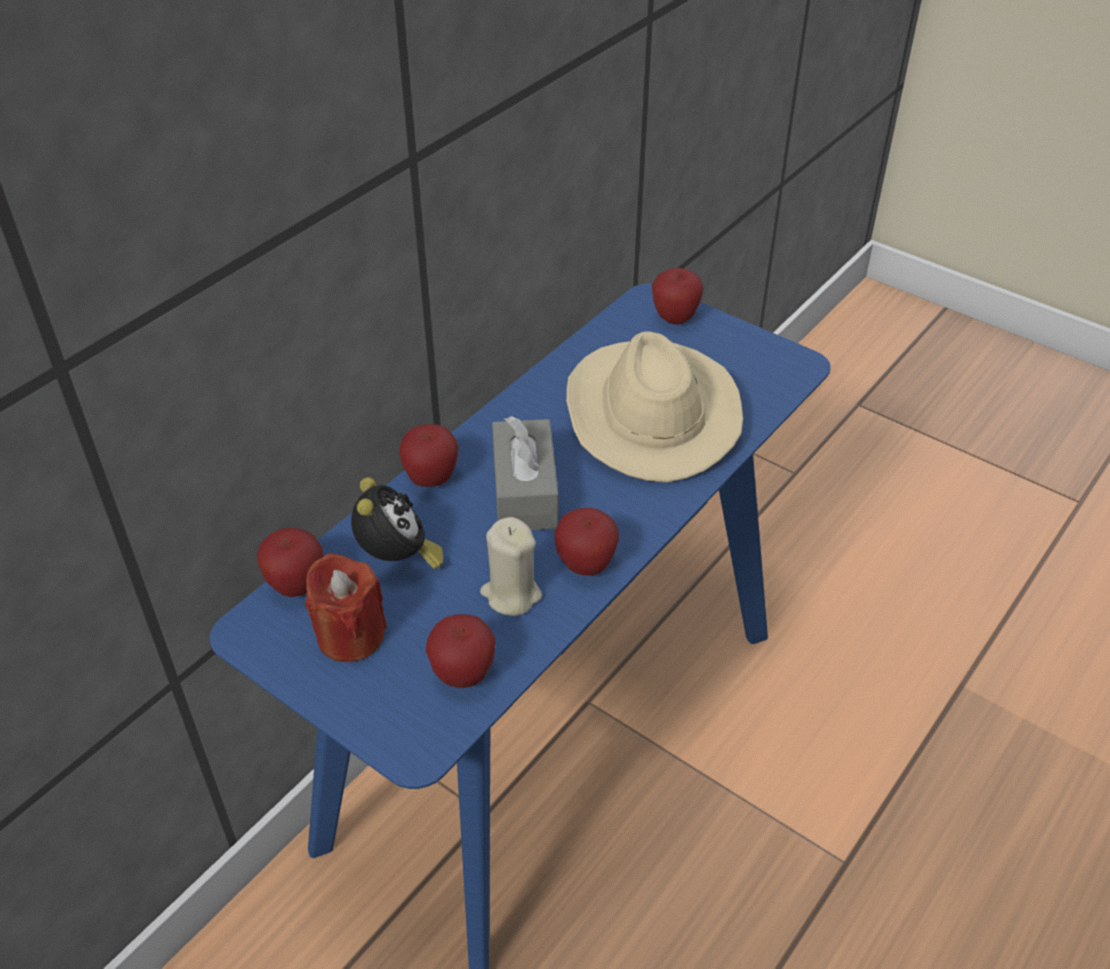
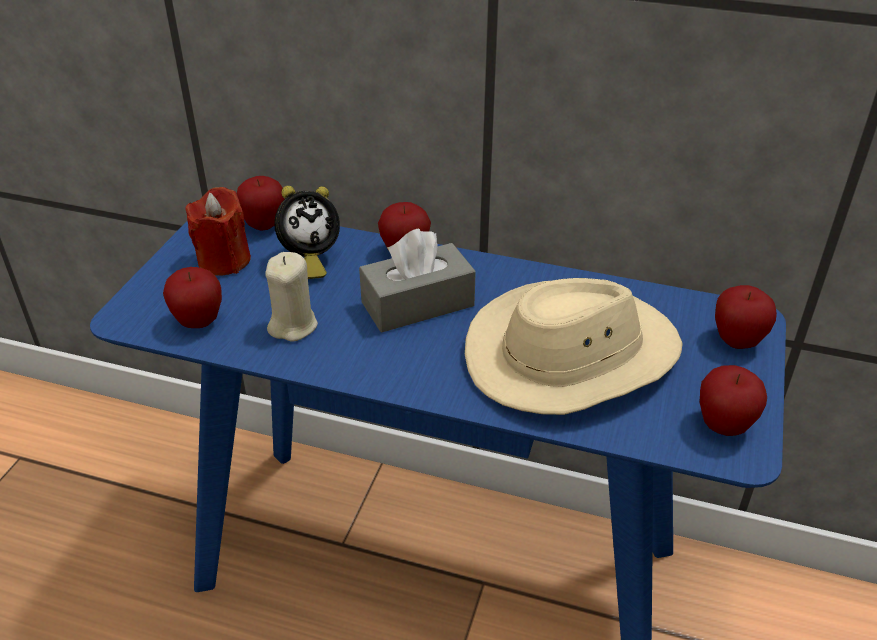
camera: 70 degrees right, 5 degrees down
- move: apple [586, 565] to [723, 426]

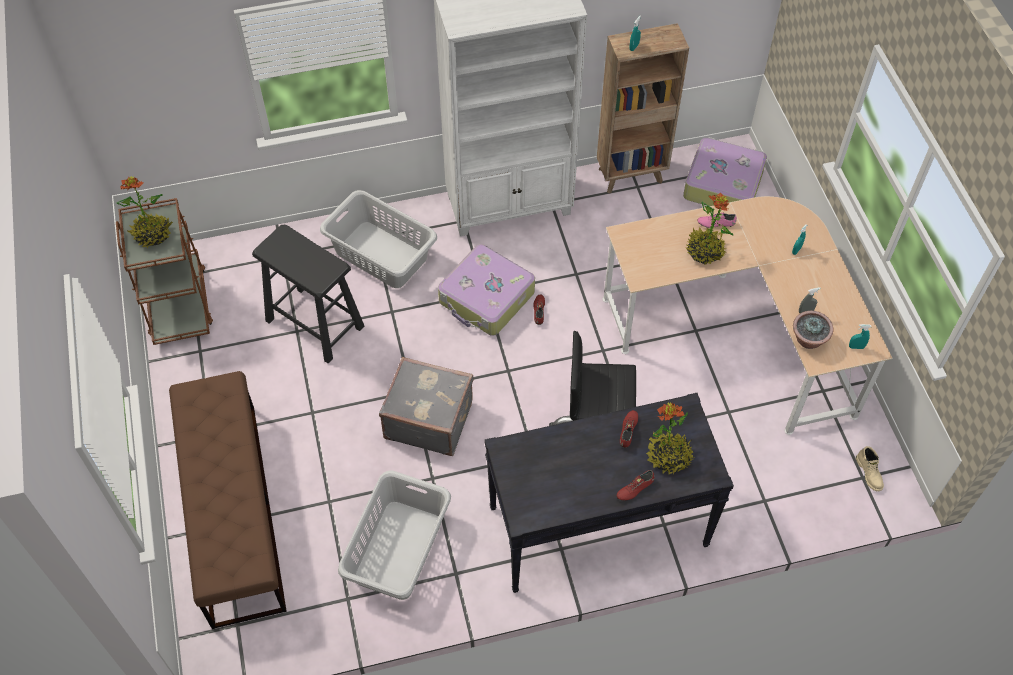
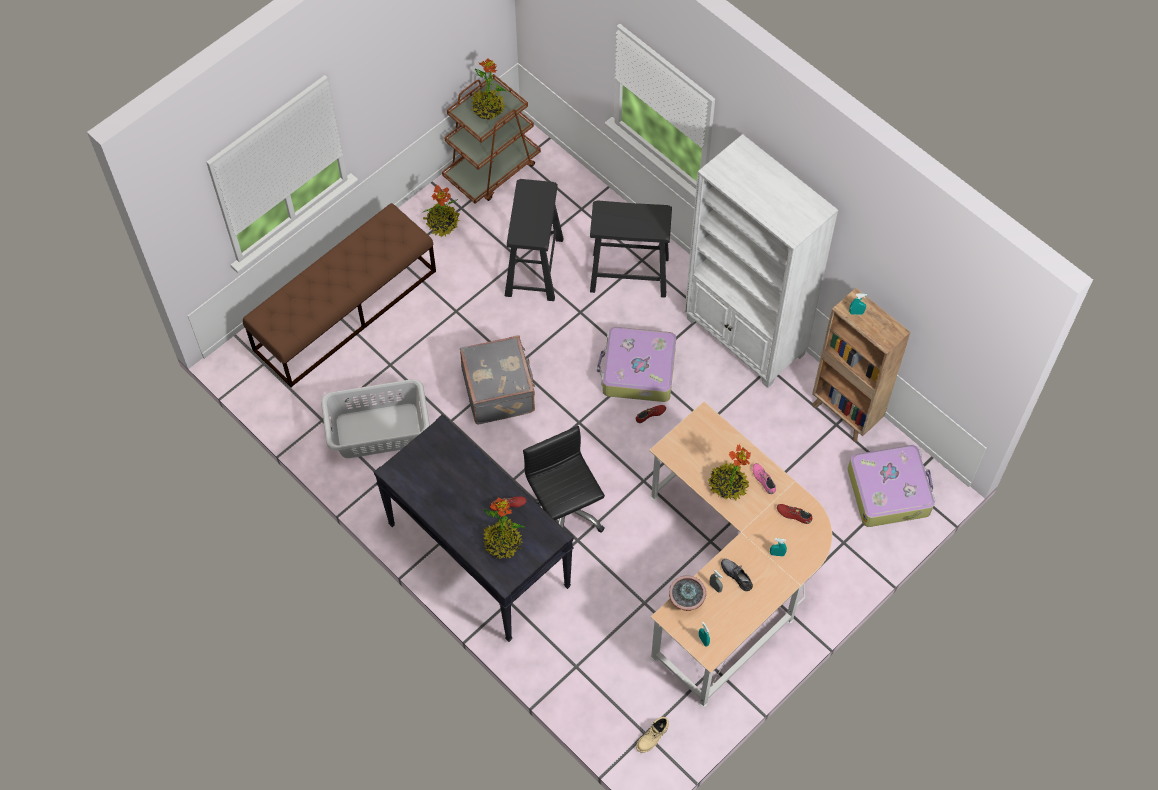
camera: 60 degrees right, 5 degrees up
- insert: potted plant [442, 223]
- replace: grey laundry basket [381, 254] to black stool [630, 274]
- insert: grey shoe [736, 575]
- move: red shoe [635, 489] to [793, 515]

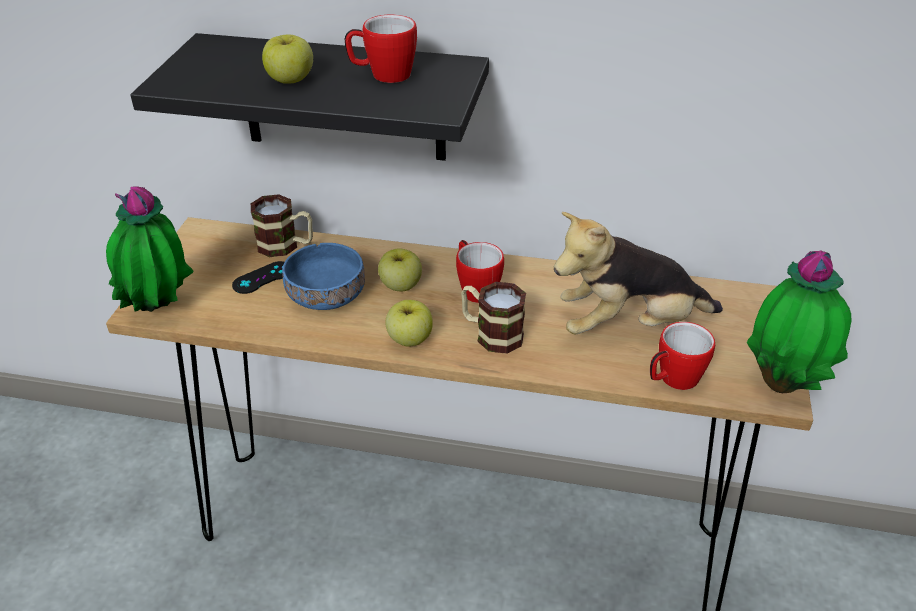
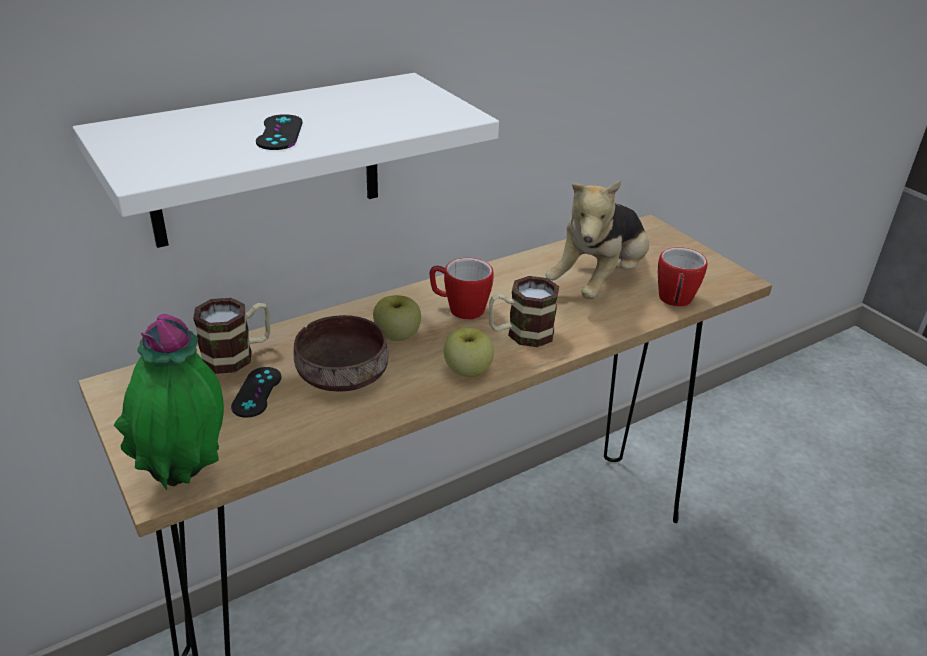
camera: 45 degrees left, 5 degrees down
- recolor: black shelf [343, 98] to white shelf [267, 160]
- replace: apple [291, 80] to black game controller [279, 133]
- recolor: blue bowl [325, 296] to brown bowl [343, 376]
- delete: mug [383, 76]
- delete: potted plant [784, 384]

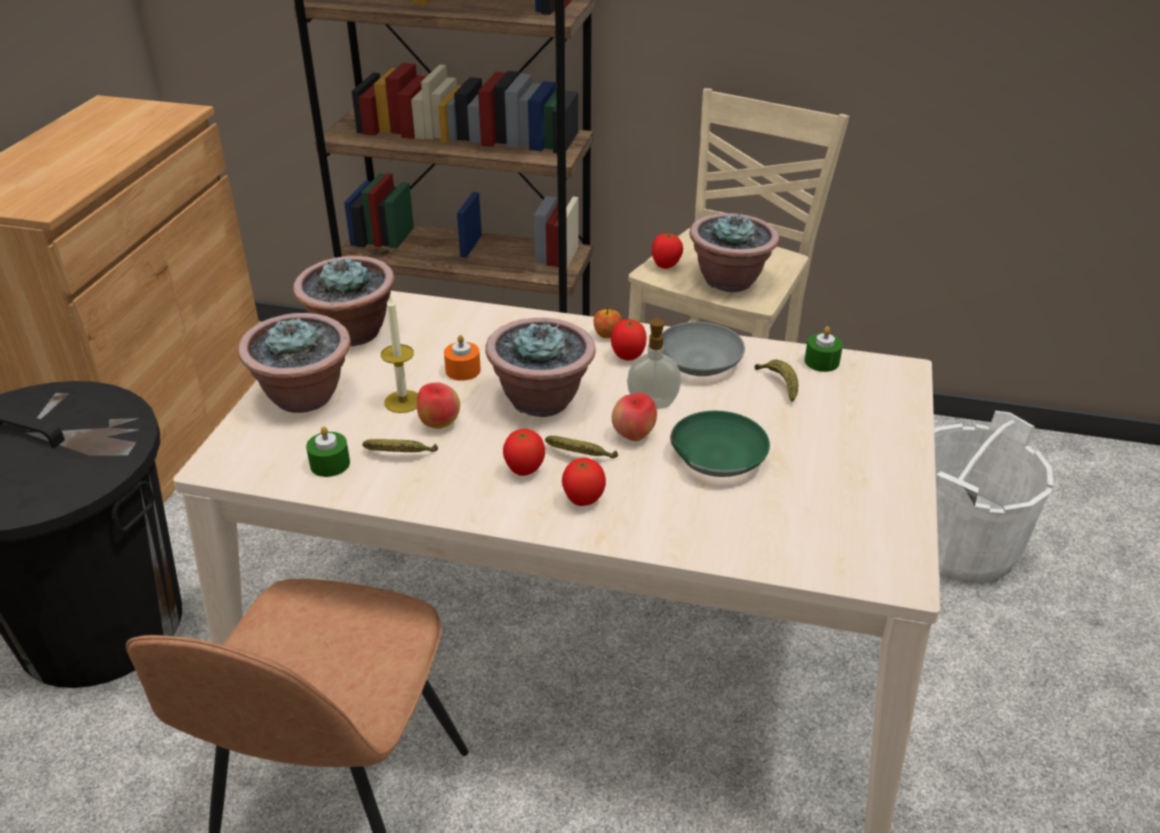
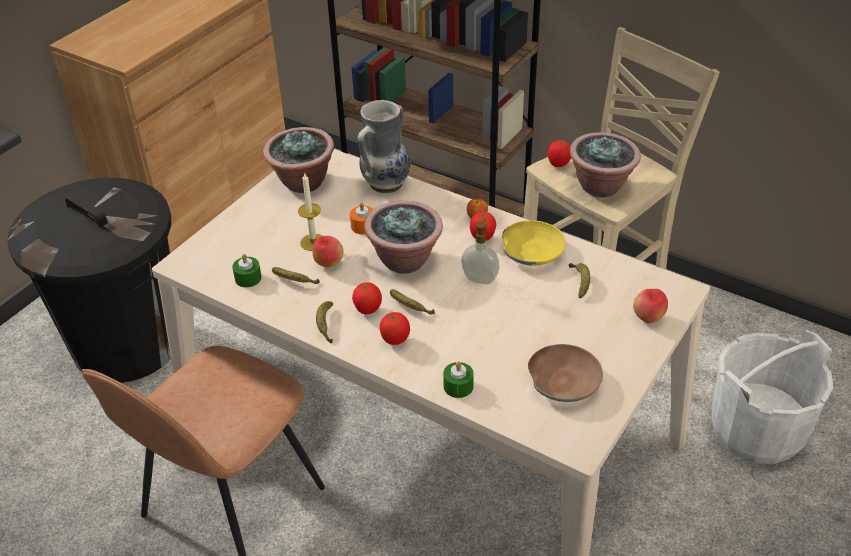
camera: 20 degrees right, 5 degrees up
- insert: banana [326, 325]
- insert: vase [385, 183]
- move: green candle [821, 361] to [458, 386]
- recolor: grey bowl [699, 360] to yellow bowl [532, 251]
- insert: brown bowl [563, 381]
- move: apple [633, 436] to [648, 318]
- delete: potted plant [305, 397]
- delete: green bowl [717, 456]

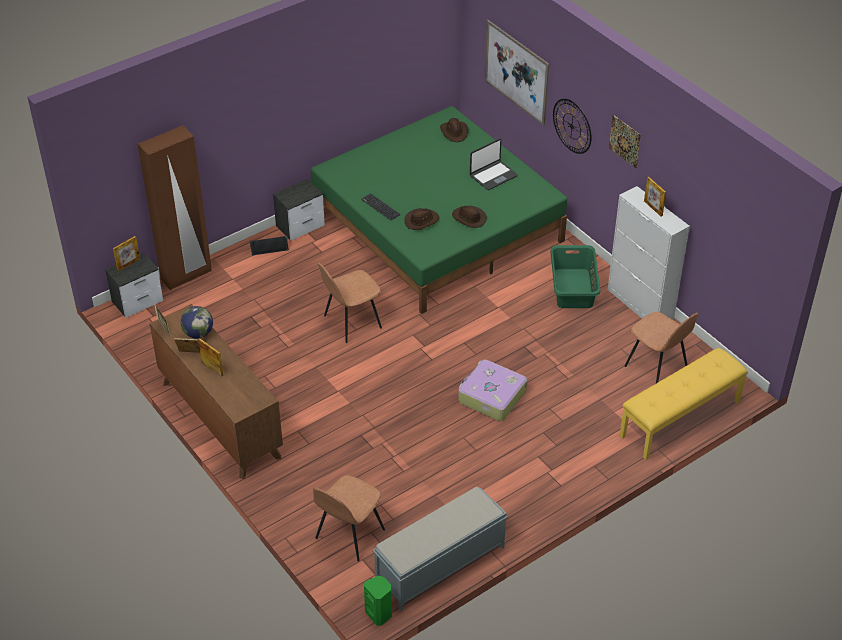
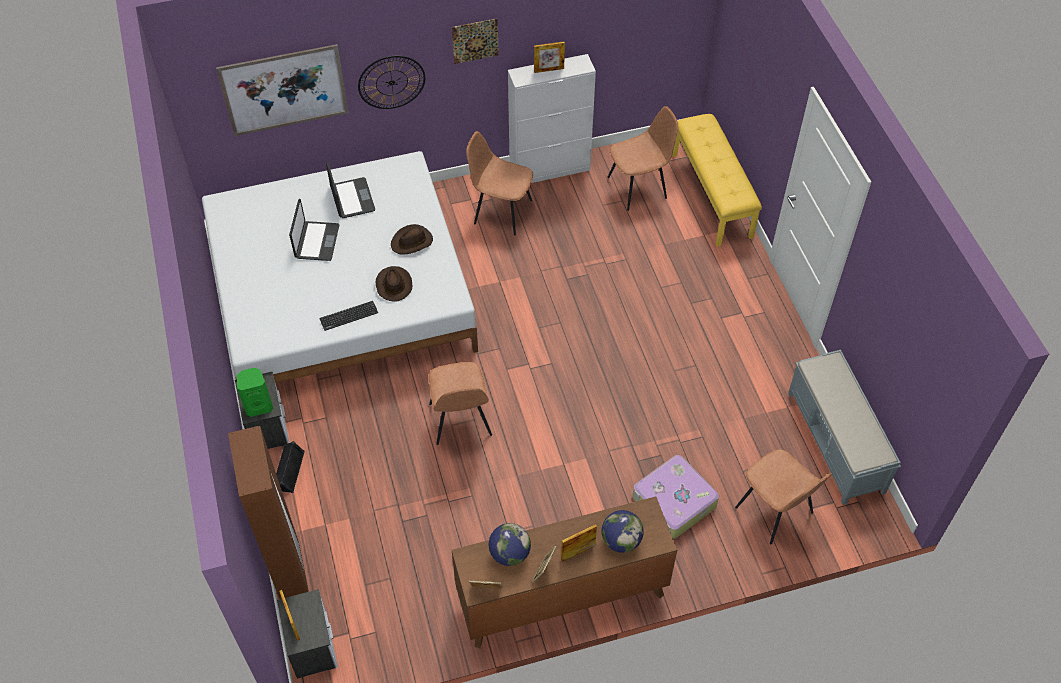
camera: 70 degrees left, 10 degrees up
- recolor: green bed [437, 225] to white bed [341, 293]
- move: green speaker [379, 614] to [258, 406]
- insert: laptop [316, 242]
- replace: green laundry basket [573, 288] to brown chair [501, 211]
- insert: globe [621, 540]
- move: suitcase [491, 396] to [673, 503]
- delete: brown hat [454, 132]

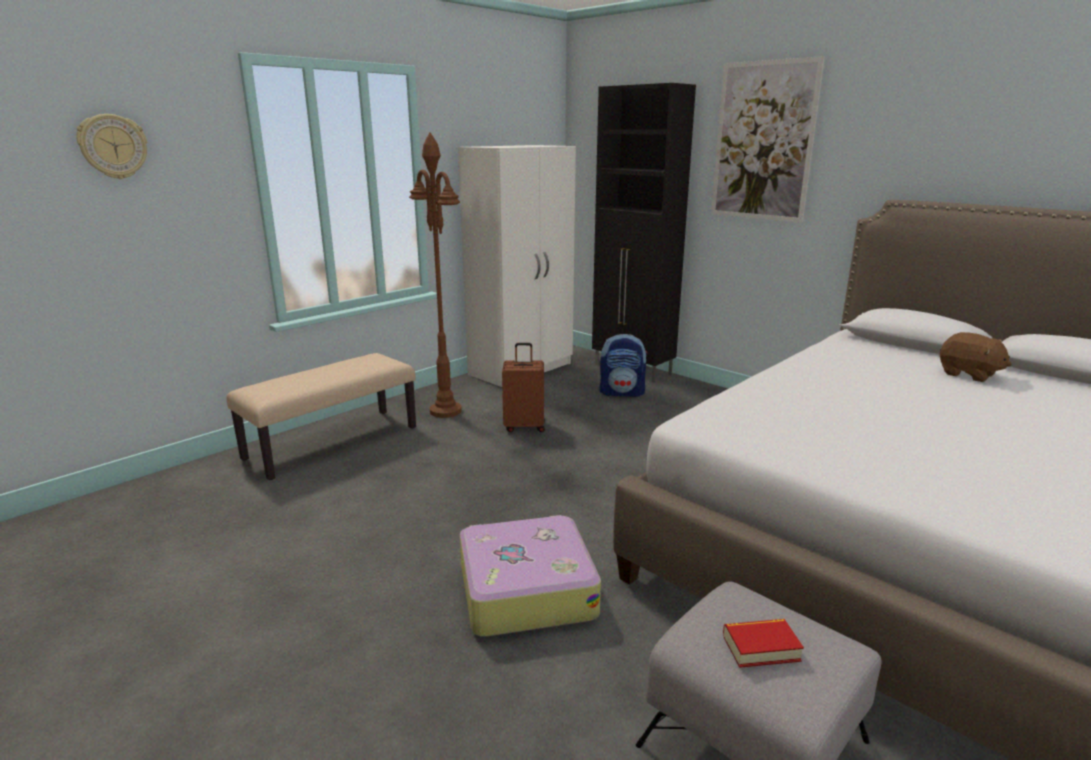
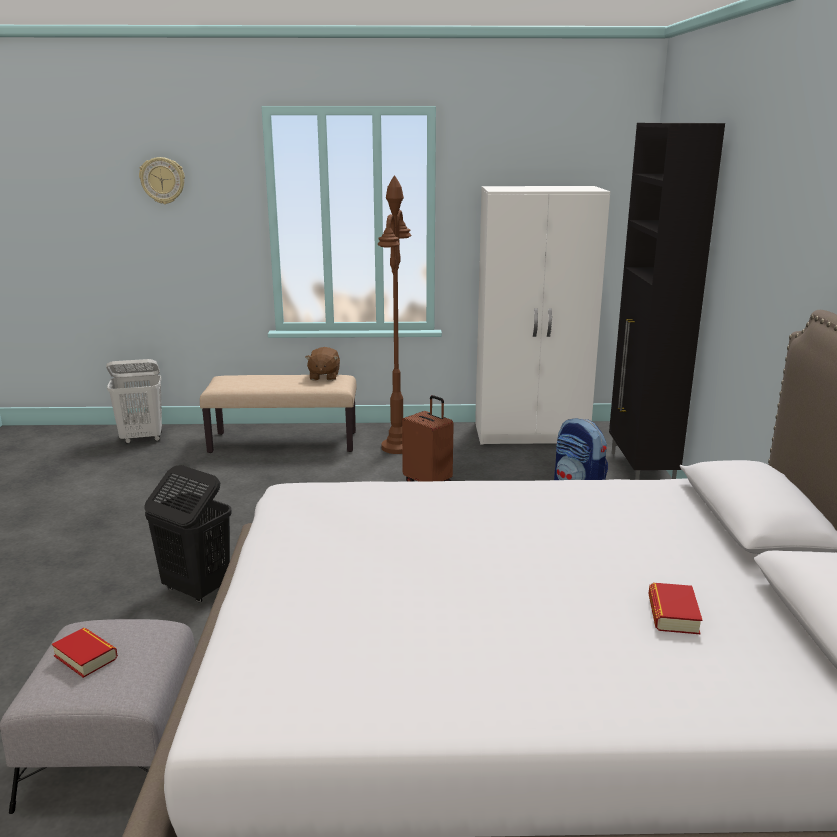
camera: 45 degrees right, 0 degrees up
- insert: white laundry basket [142, 438]
- replace: suitcase [525, 590] to black laundry basket [196, 589]
- move: brown plush toy [968, 374] to [324, 376]
- insert: book [673, 614]
- delete: picture [763, 142]

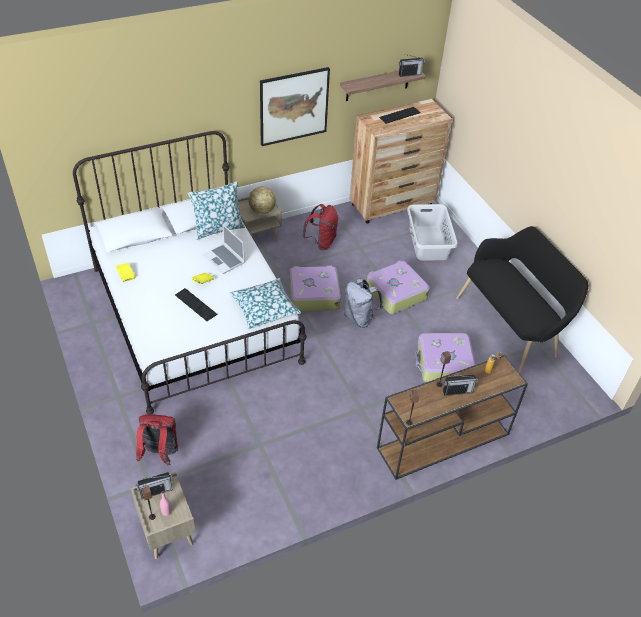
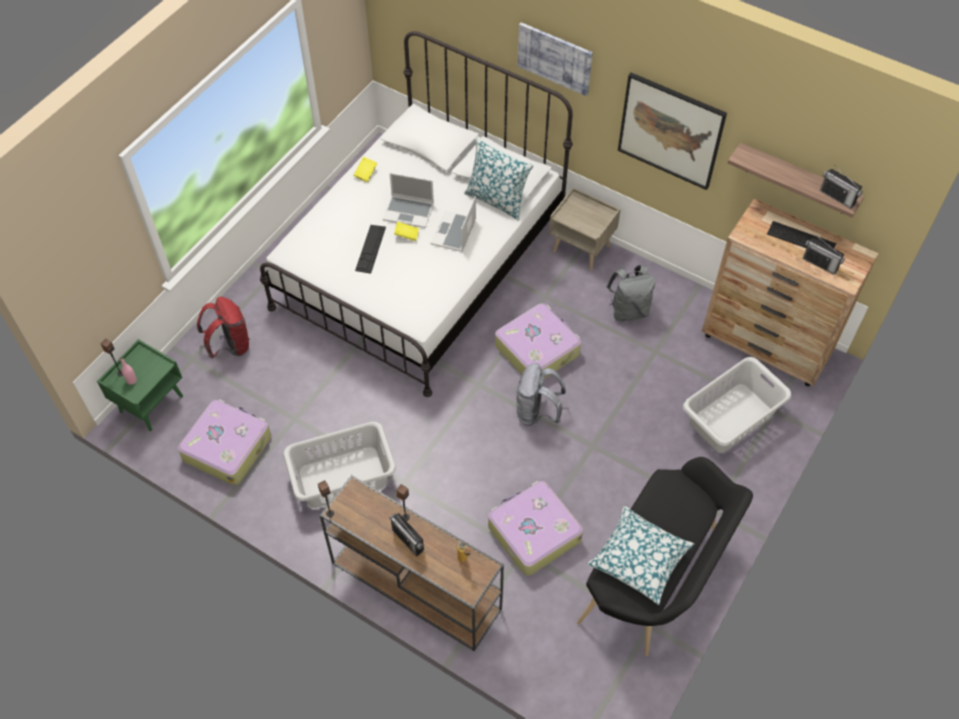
camera: 60 degrees right, 10 degrees up
- recolor: beige nightstand [166, 532] to green nightstand [151, 403]
- move: suitcase [395, 293] to [227, 447]
- insert: grey laundry basket [342, 477]
- insert: laptop [409, 212]
- insert: picture [555, 58]
- move: pillow [264, 308] to [639, 559]
- recolor: red backpack [321, 242] to grey backpack [628, 310]
- move: radio [156, 491] to [820, 264]
- delete: globe [262, 210]

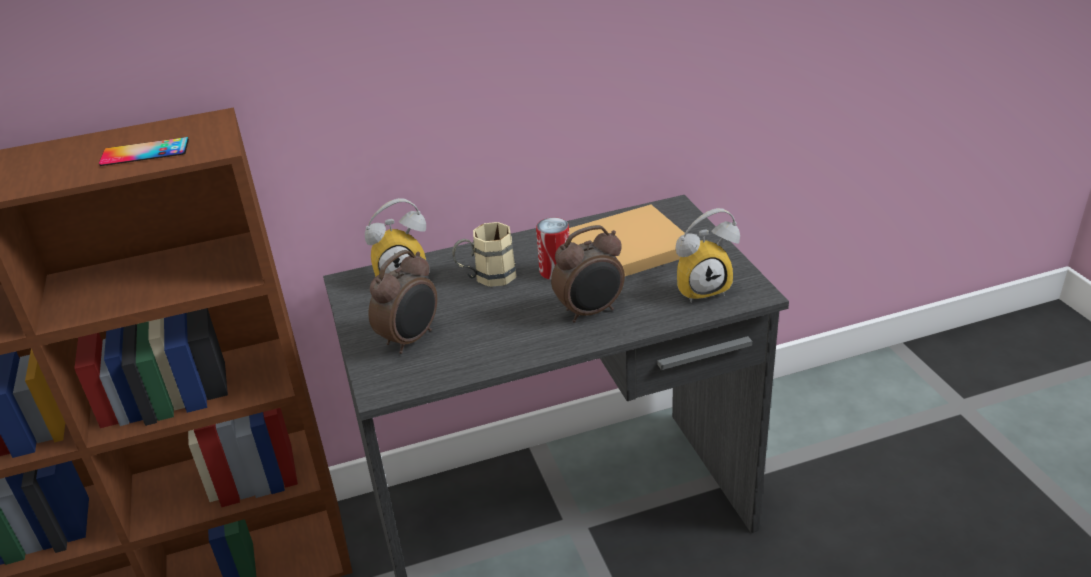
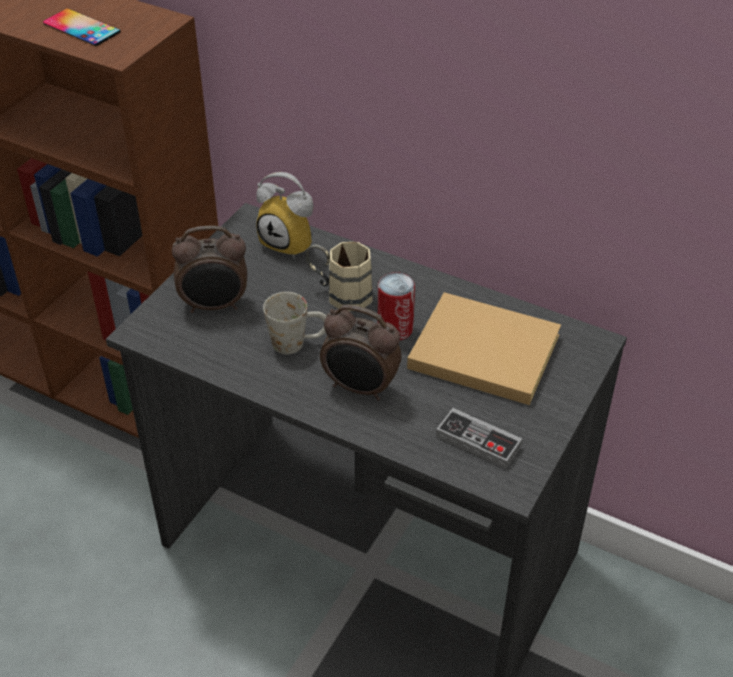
camera: 45 degrees right, 10 degrees up
- insert: white mug [298, 343]
- replace: alarm clock [702, 287] to game controller [478, 441]

